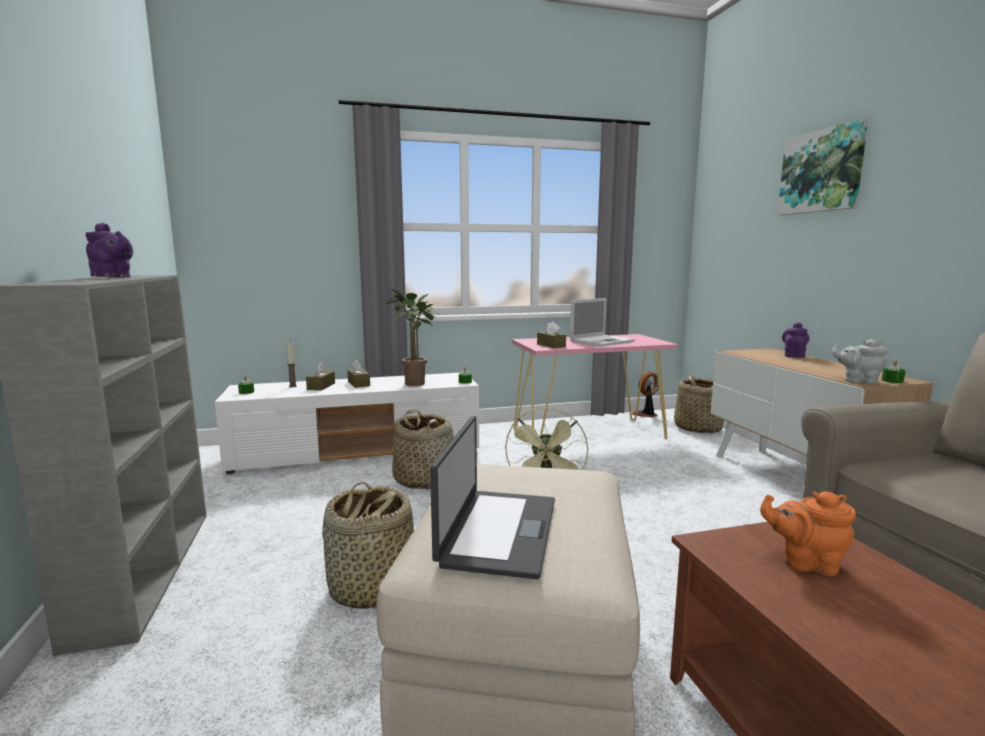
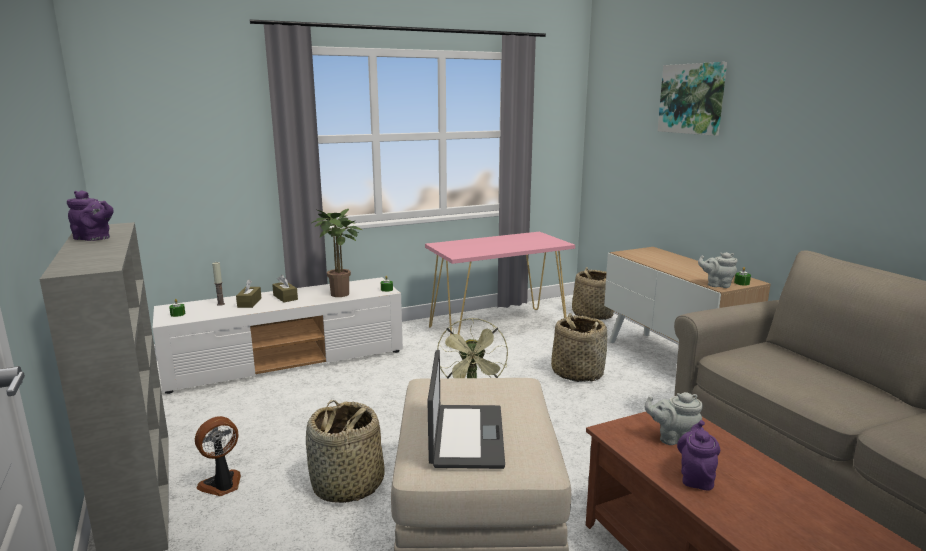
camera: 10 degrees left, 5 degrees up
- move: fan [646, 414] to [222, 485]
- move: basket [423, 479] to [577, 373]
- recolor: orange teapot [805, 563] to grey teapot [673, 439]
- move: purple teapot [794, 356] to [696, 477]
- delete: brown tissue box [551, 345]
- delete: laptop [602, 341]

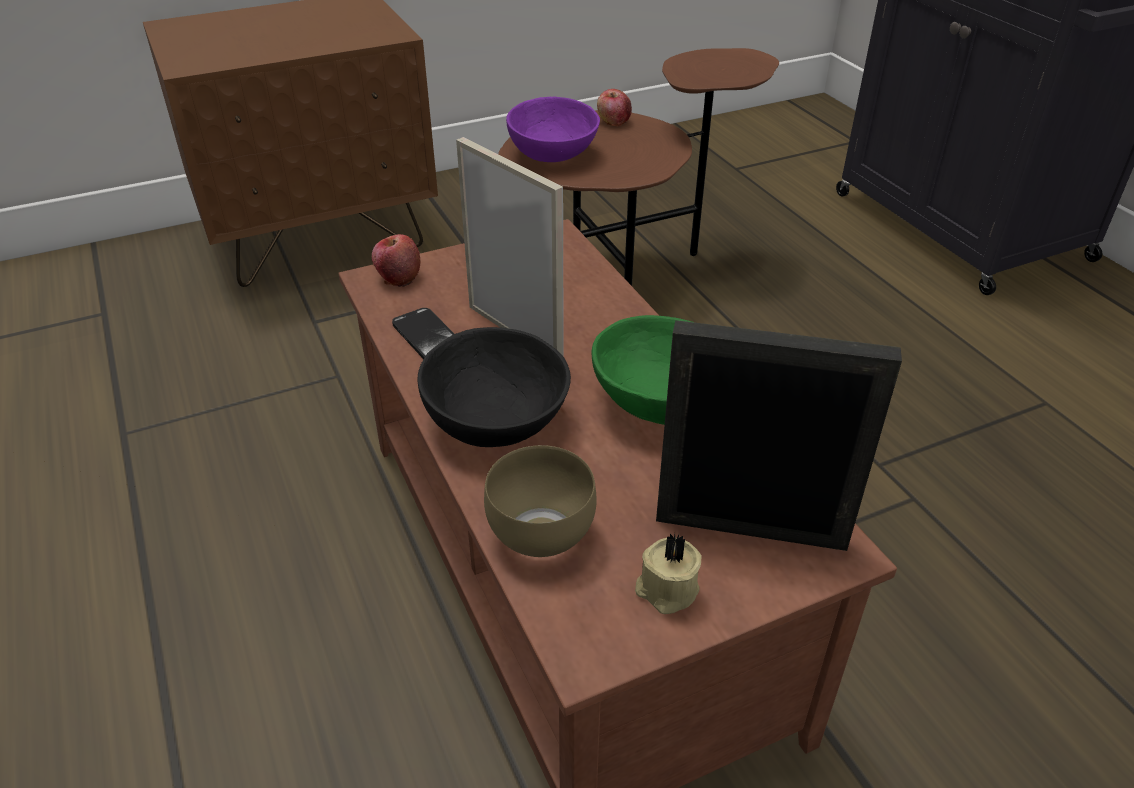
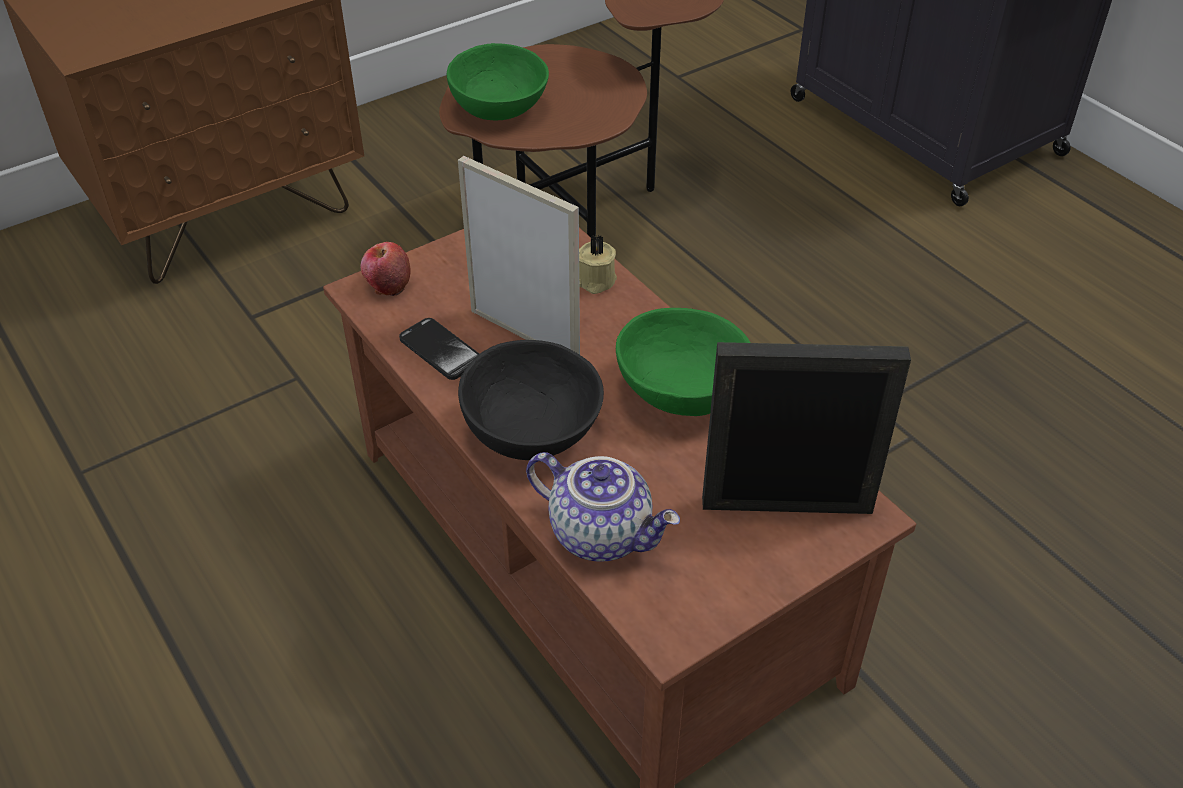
camera: 10 degrees left, 5 degrees up
- recolor: purple bowl [551, 153] to green bowl [497, 107]
- replace: brown bowl [541, 531] to teapot [602, 533]
- move: beige candle [666, 590] to [594, 281]
- delete: apple [613, 121]

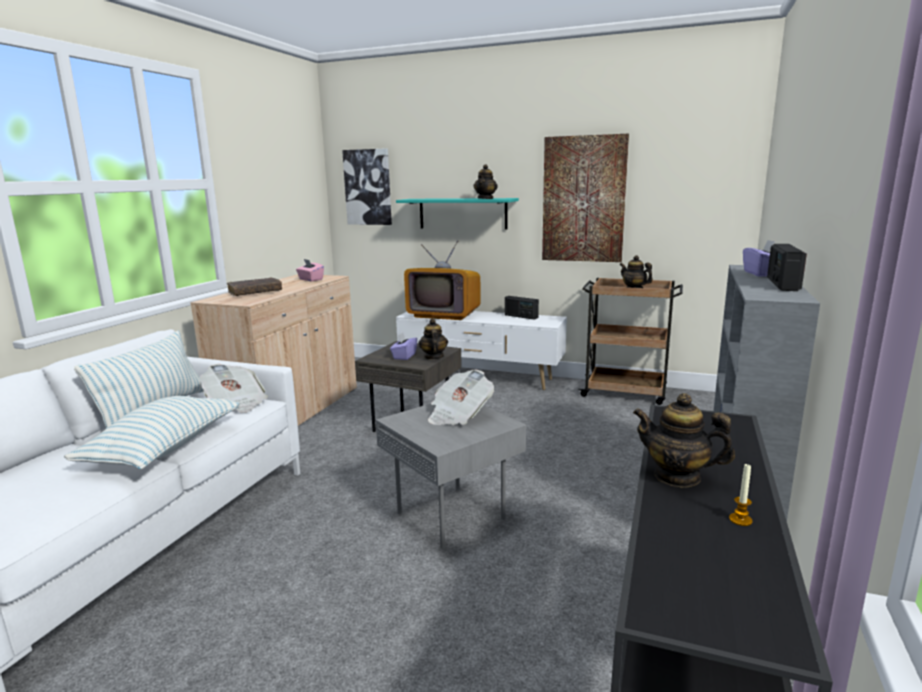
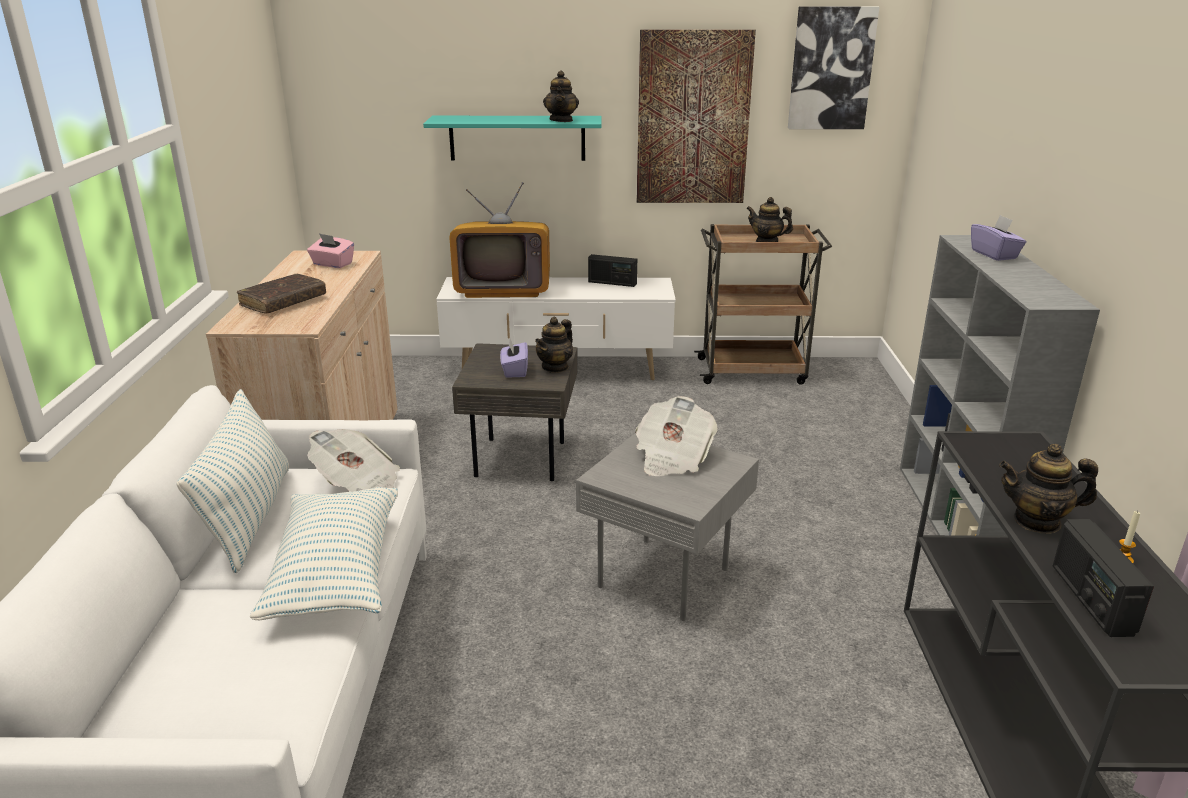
camera: 20 degrees left, 10 degrees up
- rotate: teapot [433, 357] = [555, 367] 120 degrees counterclockwise
- move: picture [368, 187] to [831, 68]
- move: radio [782, 284] to [1091, 600]

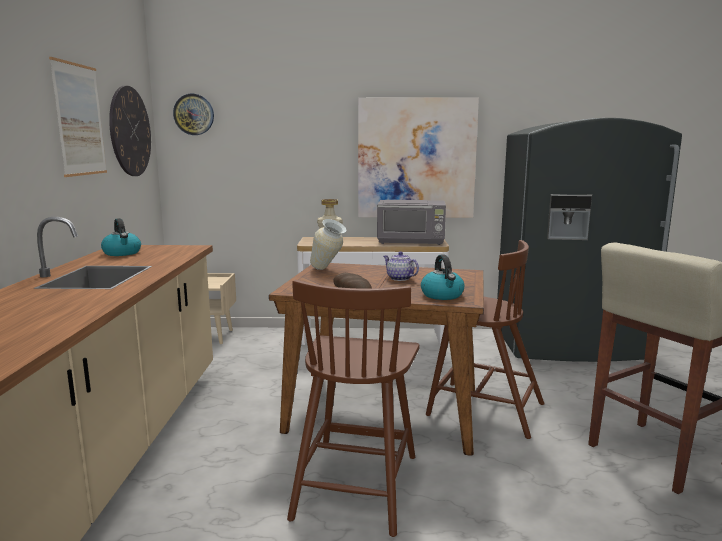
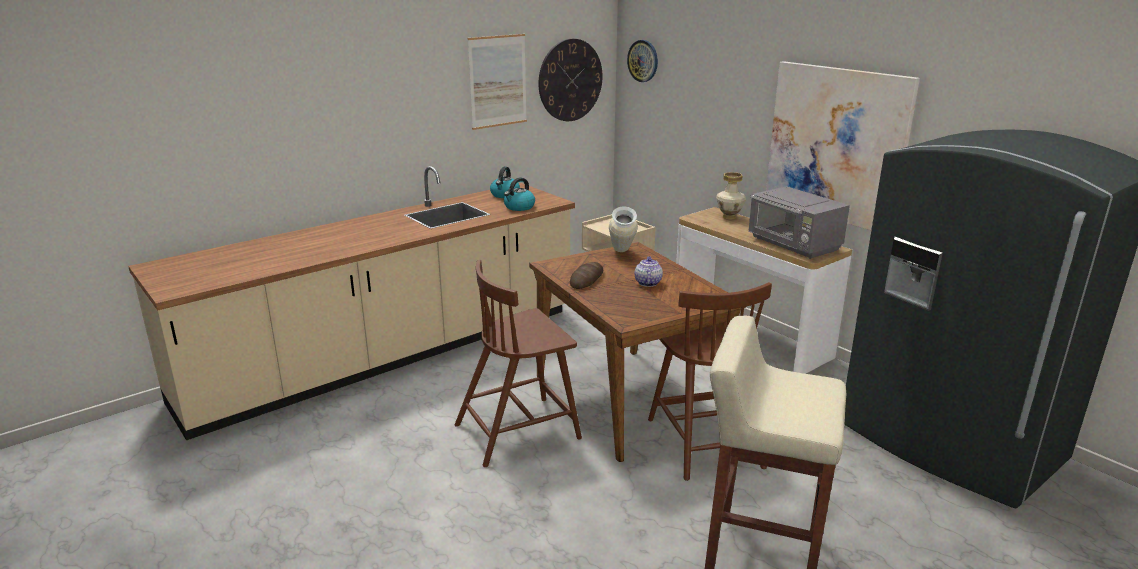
camera: 50 degrees right, 10 degrees up
- move: kettle [442, 295] to [519, 207]

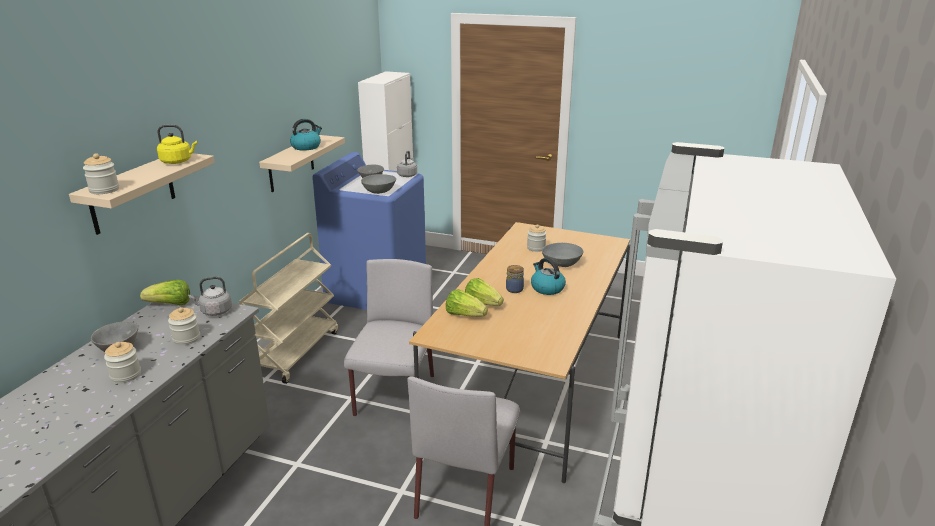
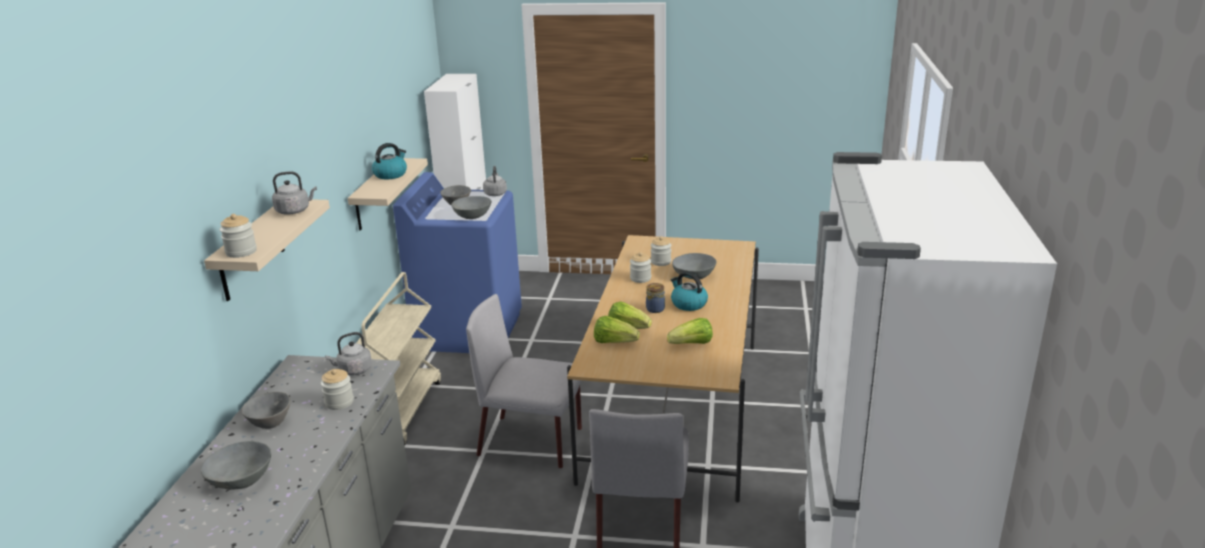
camera: 10 degrees left, 0 degrees up
- insert: grey bowl [242, 479]
- recolor: yellow kettle [178, 161] to grey kettle [295, 211]
- rotate: grey chair [394, 396] = [532, 442] 75 degrees counterclockwise
- move: jar [126, 375] to [640, 278]
- move: lettuce [170, 304] to [692, 344]

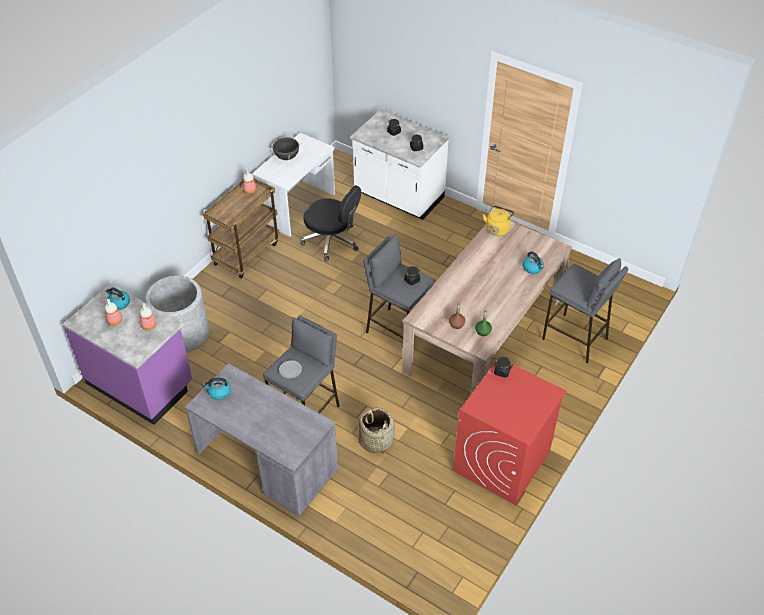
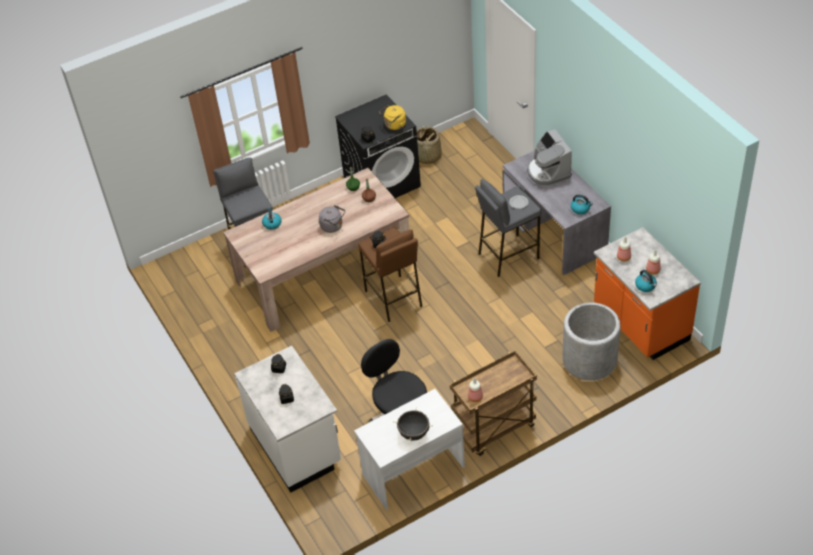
camera: 150 degrees left, 0 degrees up
- insert: grey kettle [333, 226]
- recolor: red washing machine [501, 461] to black washing machine [382, 182]
- recolor: grey stool [398, 331] to brown stool [393, 299]
- move: yellow kettle [497, 228] to [394, 125]
- move: basket [376, 440] to [427, 156]
- insert: coffee machine [548, 171]
- recolor: purple counter [141, 383] to orange counter [640, 324]

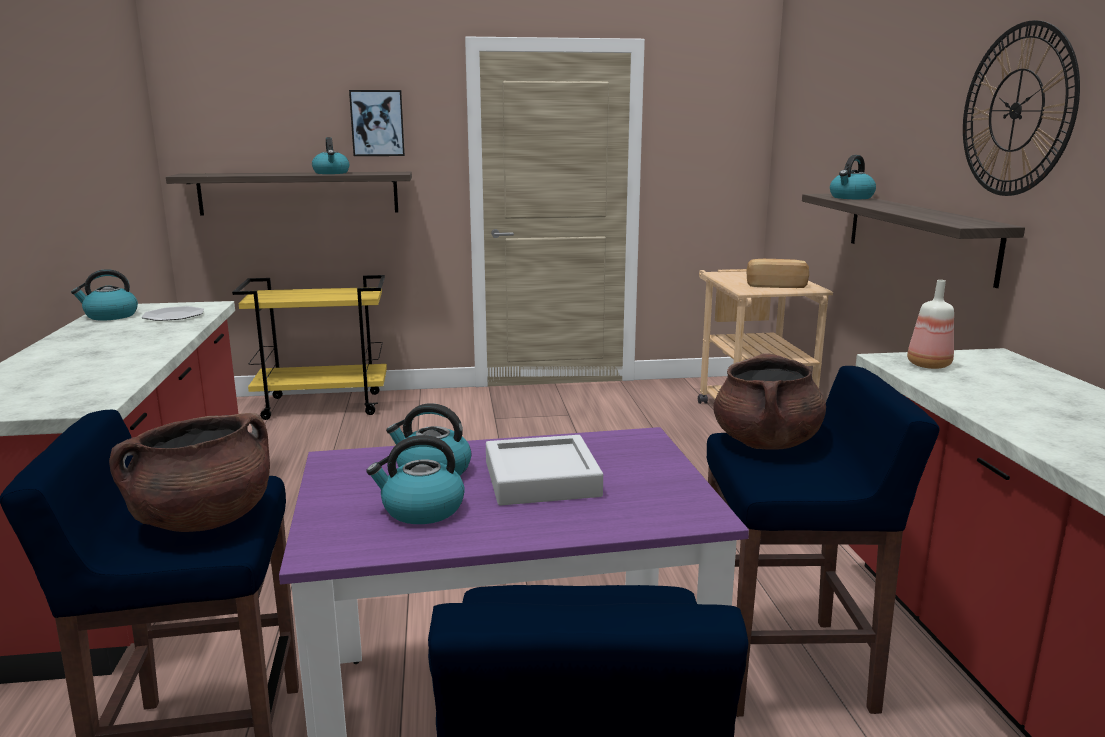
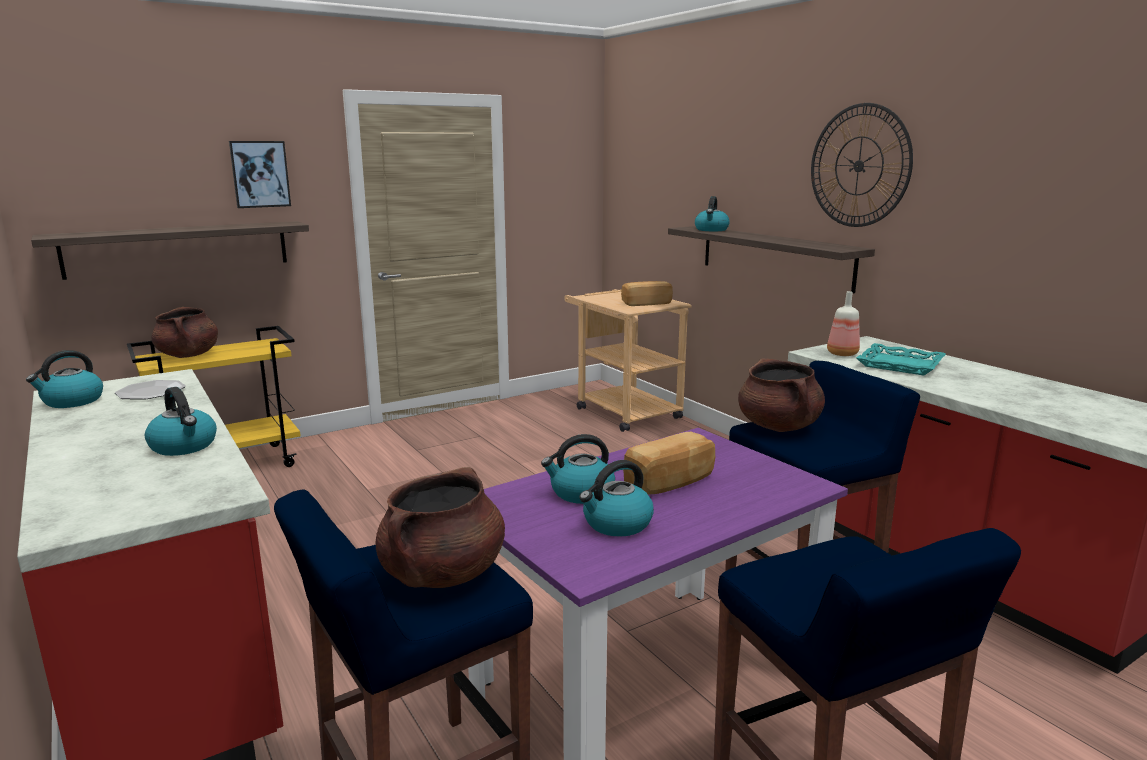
camera: 25 degrees left, 0 degrees up
- move: kettle [331, 173] to [184, 446]
- insert: brown cooking pot [188, 355]
- replace: grey tray [541, 479] to bread [671, 482]
- insert: turquoise tray [899, 365]

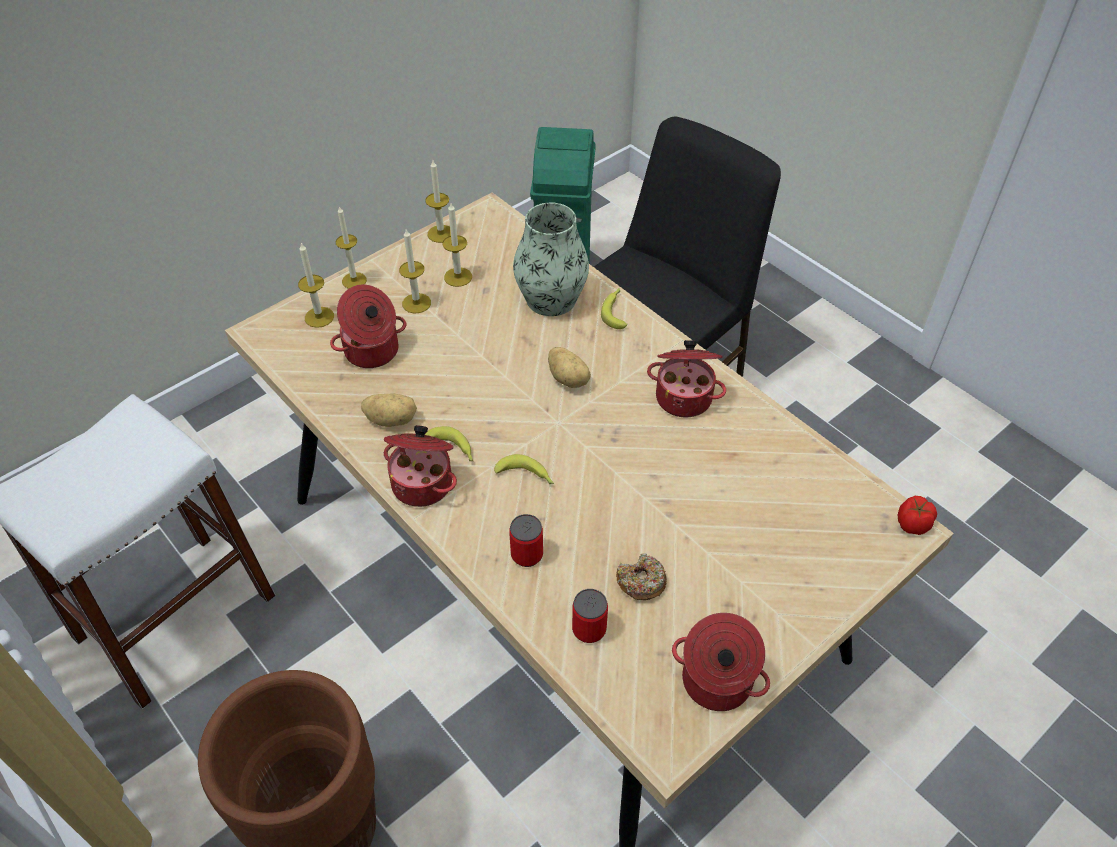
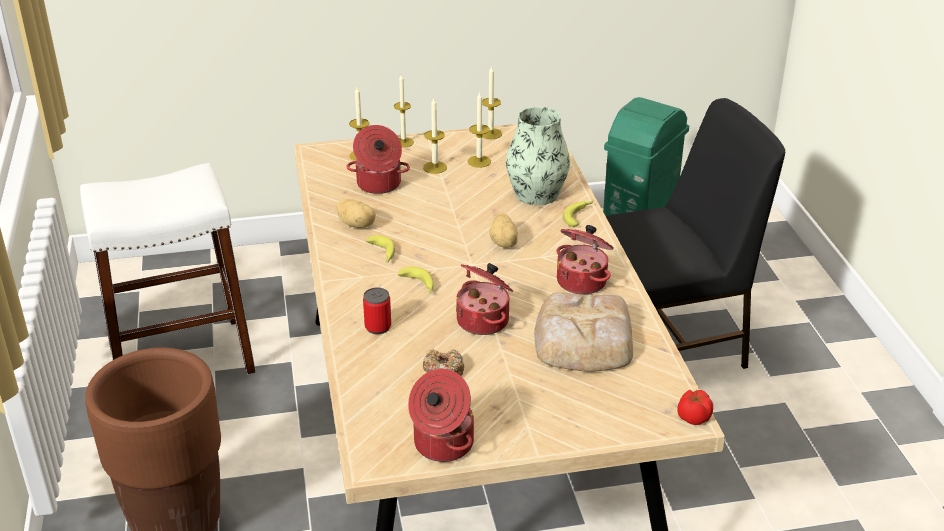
camera: 30 degrees right, 15 degrees down
- move: cooking pot [423, 483] to [484, 320]
- insert: bread [582, 340]
- delete: can [589, 629]

